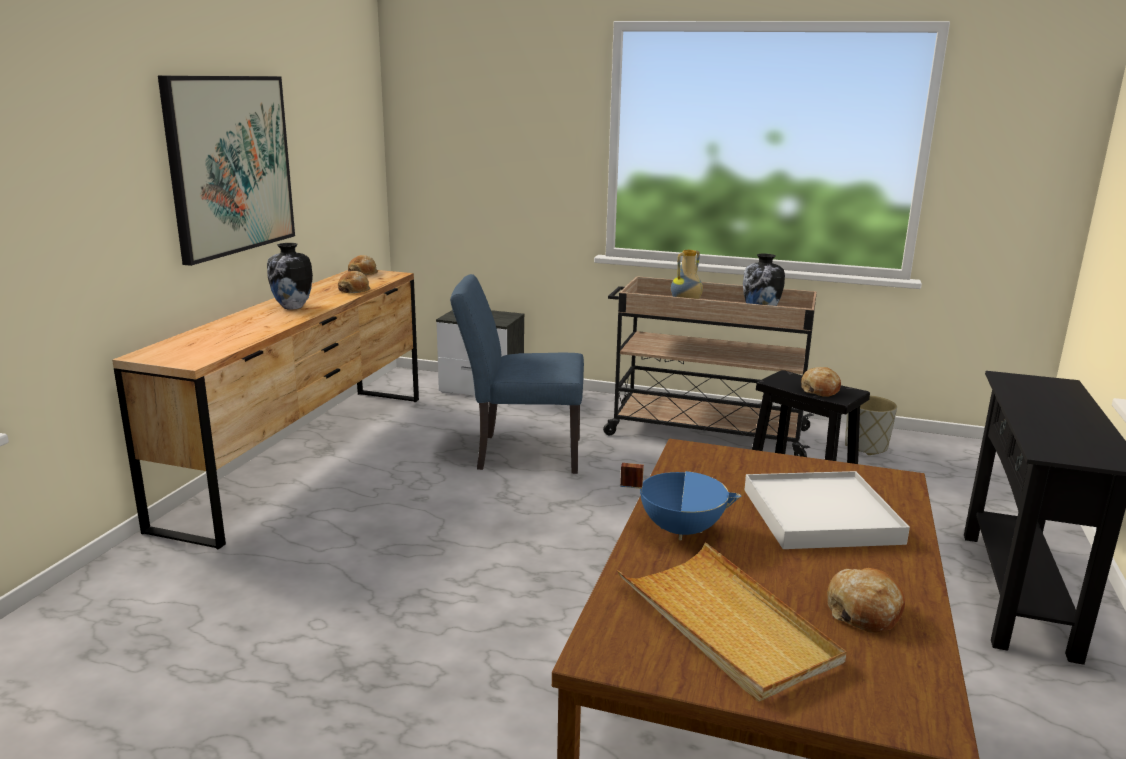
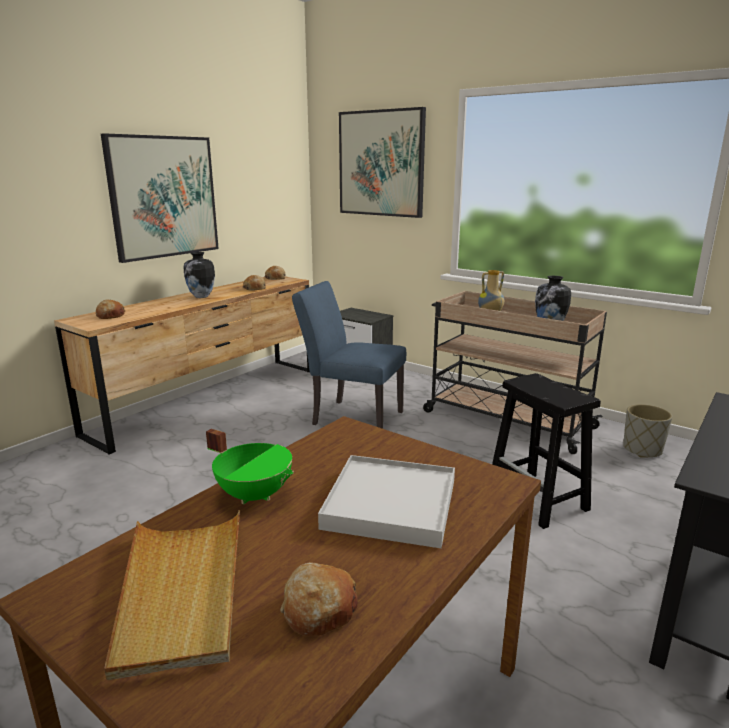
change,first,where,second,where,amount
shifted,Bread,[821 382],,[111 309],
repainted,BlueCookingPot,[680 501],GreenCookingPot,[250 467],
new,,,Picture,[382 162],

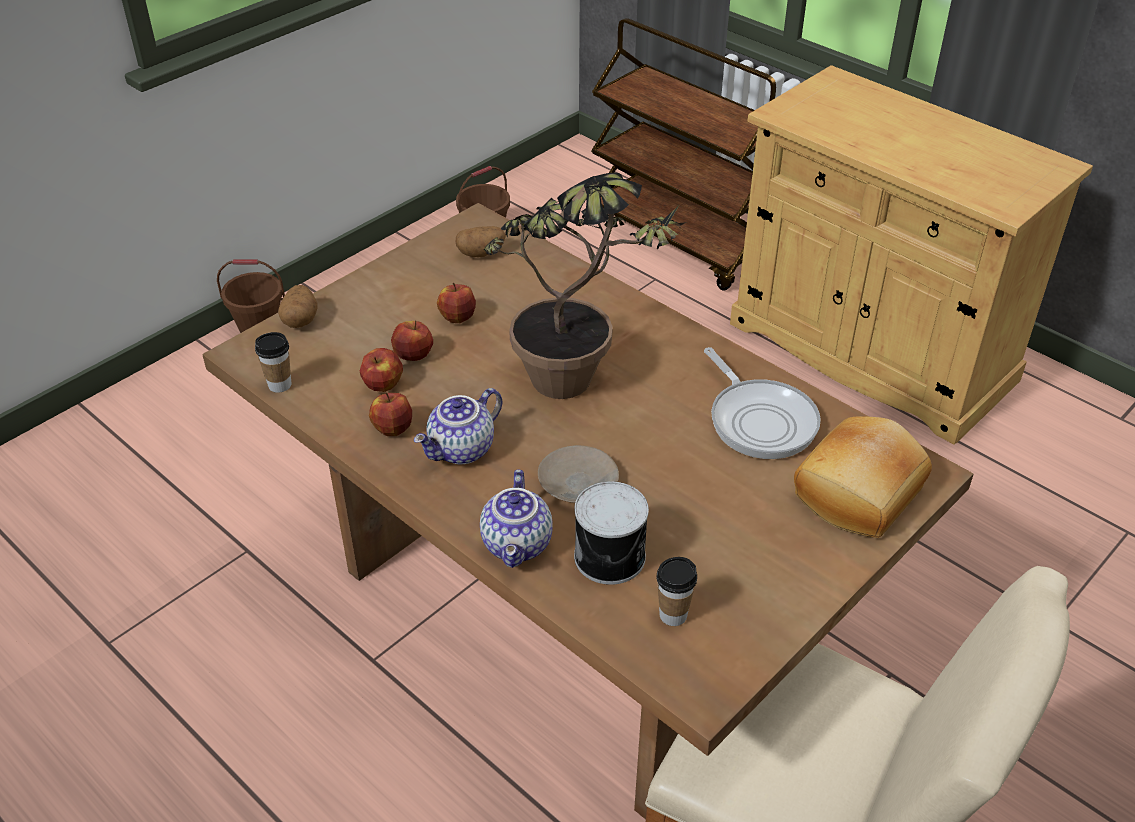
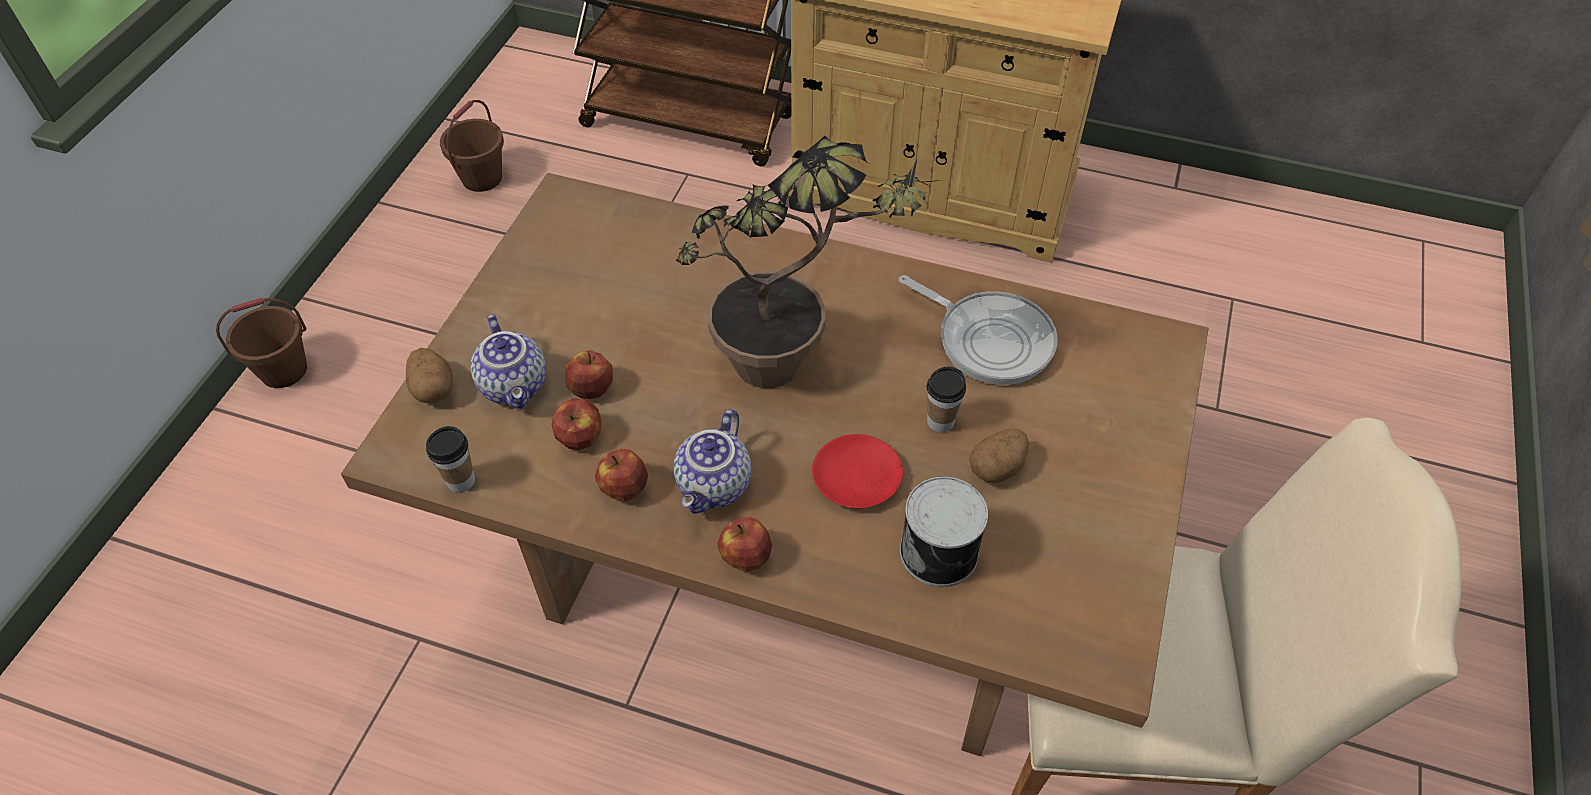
change,first,where,second,where,amount
shifted,Potato,[480 241],,[999 456],
shifted,Apple,[456 303],,[744 544],
gone,Bread,[863 477],,,
repainted,BeigePlate,[578 474],RedPlate,[857 471],
shifted,Teapot,[516 518],,[508 361],
shifted,Cup,[677 591],,[946 399],

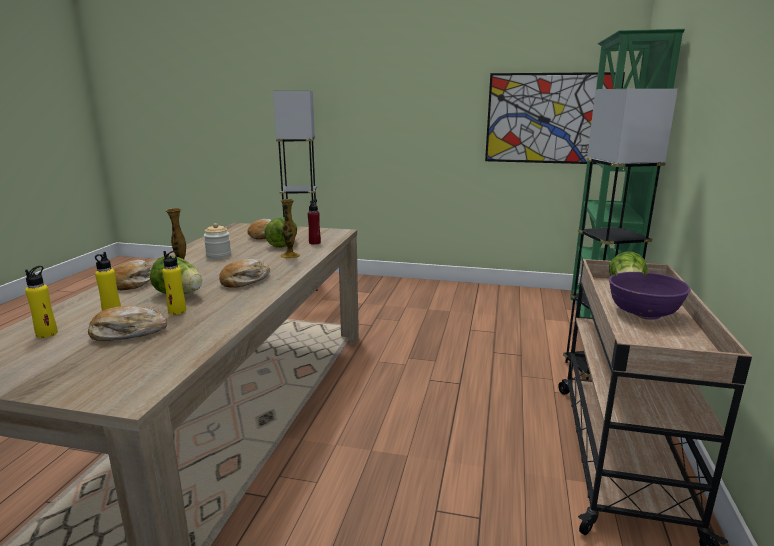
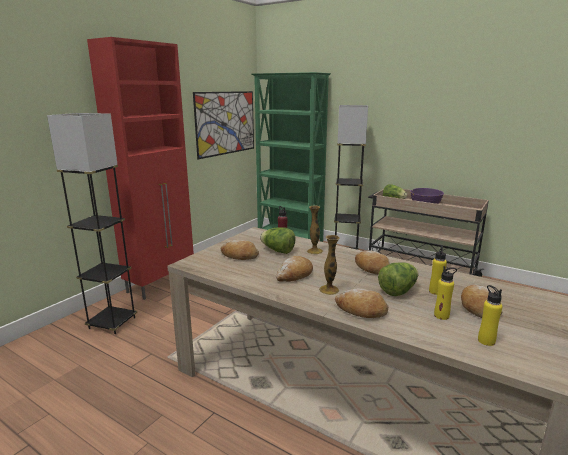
change,first,where,second,where,amount
swapped,Jar,[217 241],Bread,[294 269],
new,,,RedCabinet,[140 168],

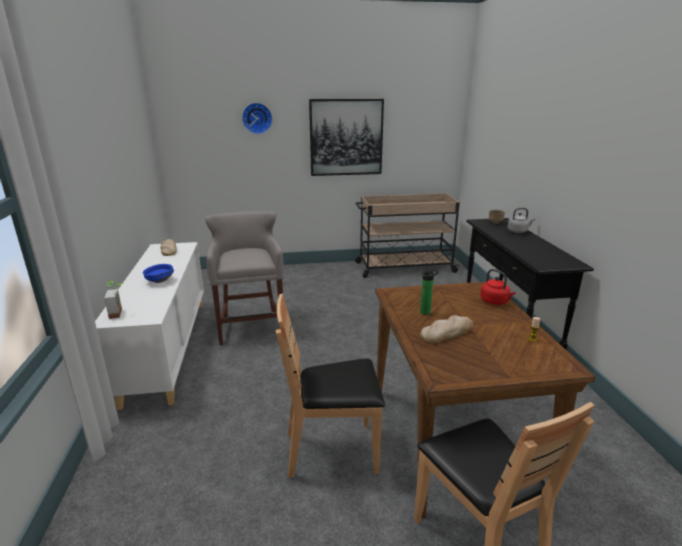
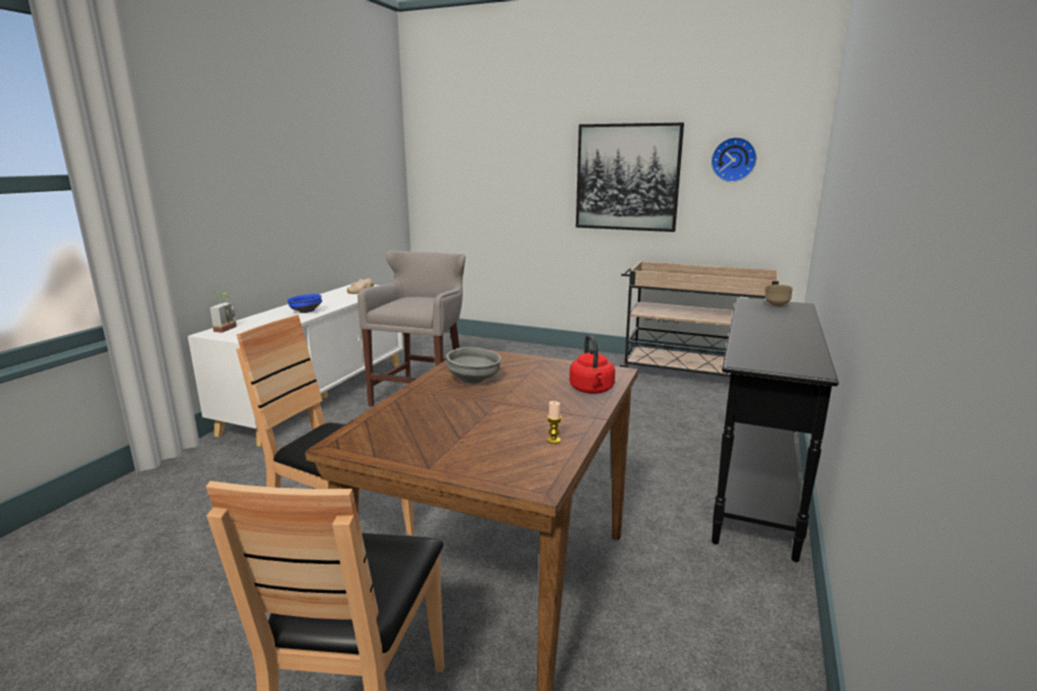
change,first,where,second,where,amount
shifted,WallClock,[257 118],,[734 159],
gone,GreyKettle,[521 220],,,
swapped,Bottle,[429 292],GreyBowl,[473 365],
gone,Bread,[446 329],,,

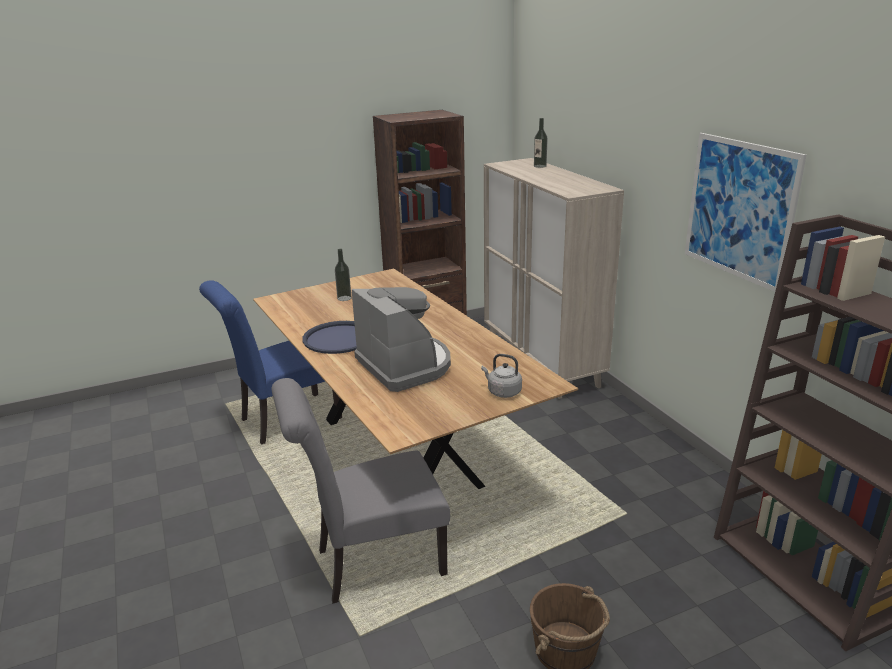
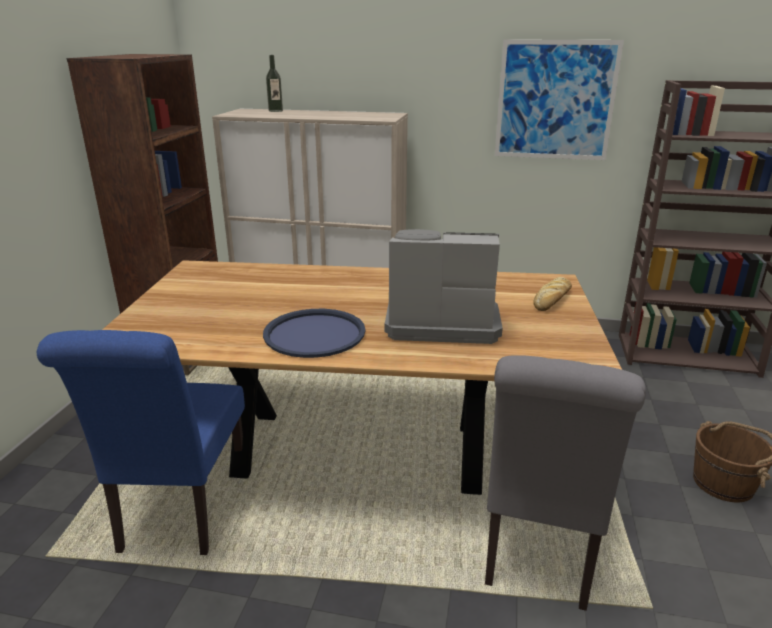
change,first,where,second,where,amount
gone,Bottle,[343 275],,,
swapped,GreyKettle,[501 376],Bread,[552 294],

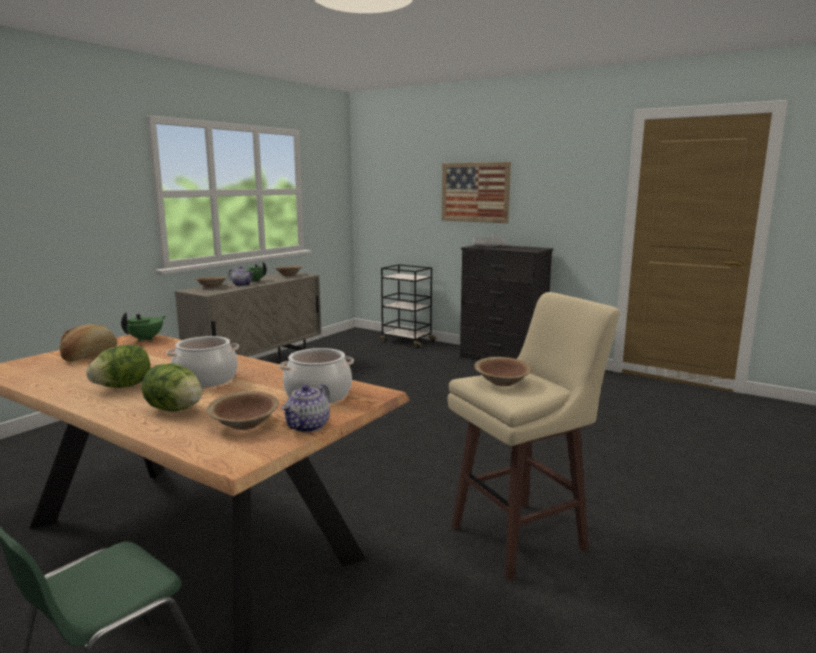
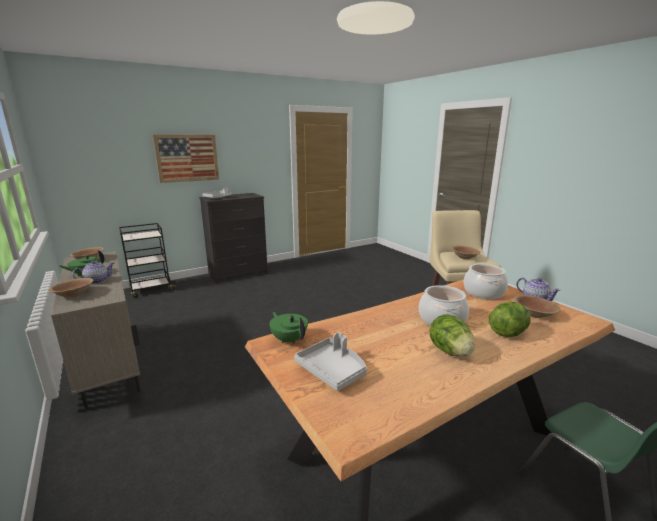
change,first,where,second,where,amount
swapped,Bread,[88 343],GreyTray,[330 361],

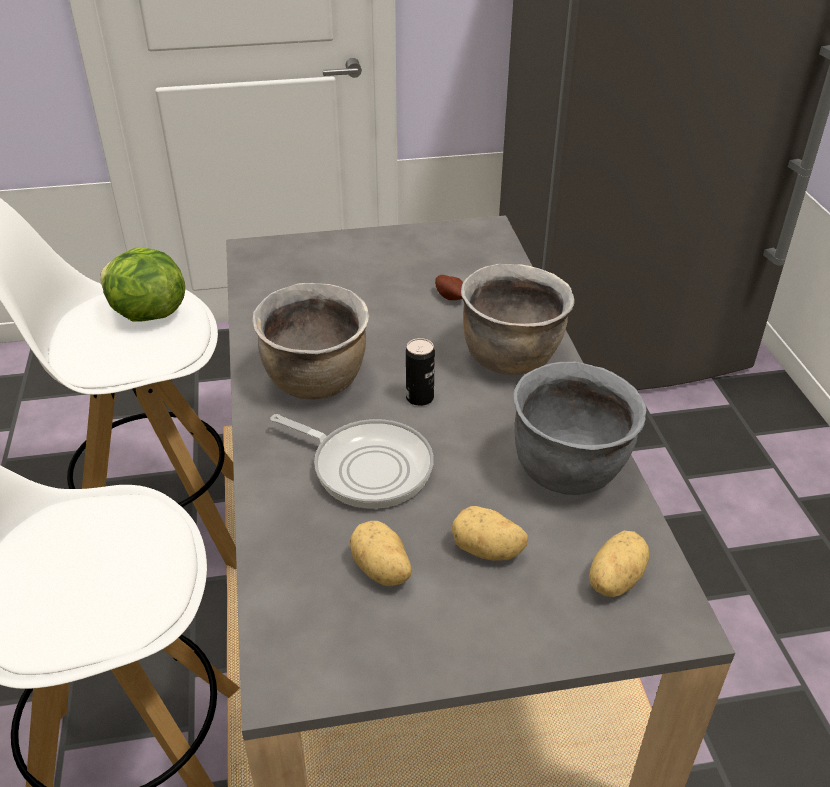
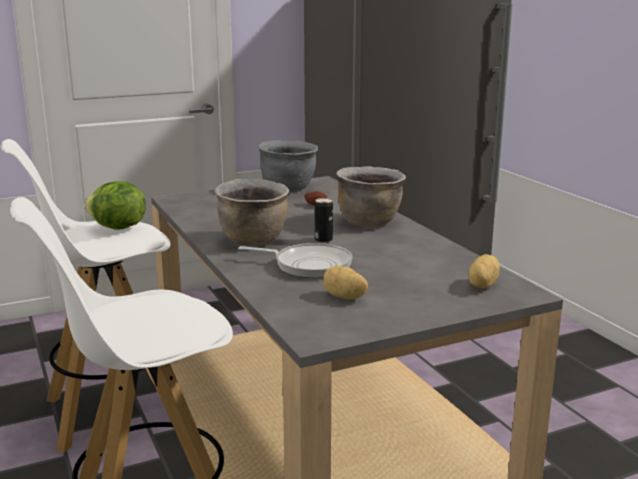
change,first,where,second,where,amount
shifted,GreyCookingPot,[579 428],,[288 166],
gone,Potato,[489 533],,,

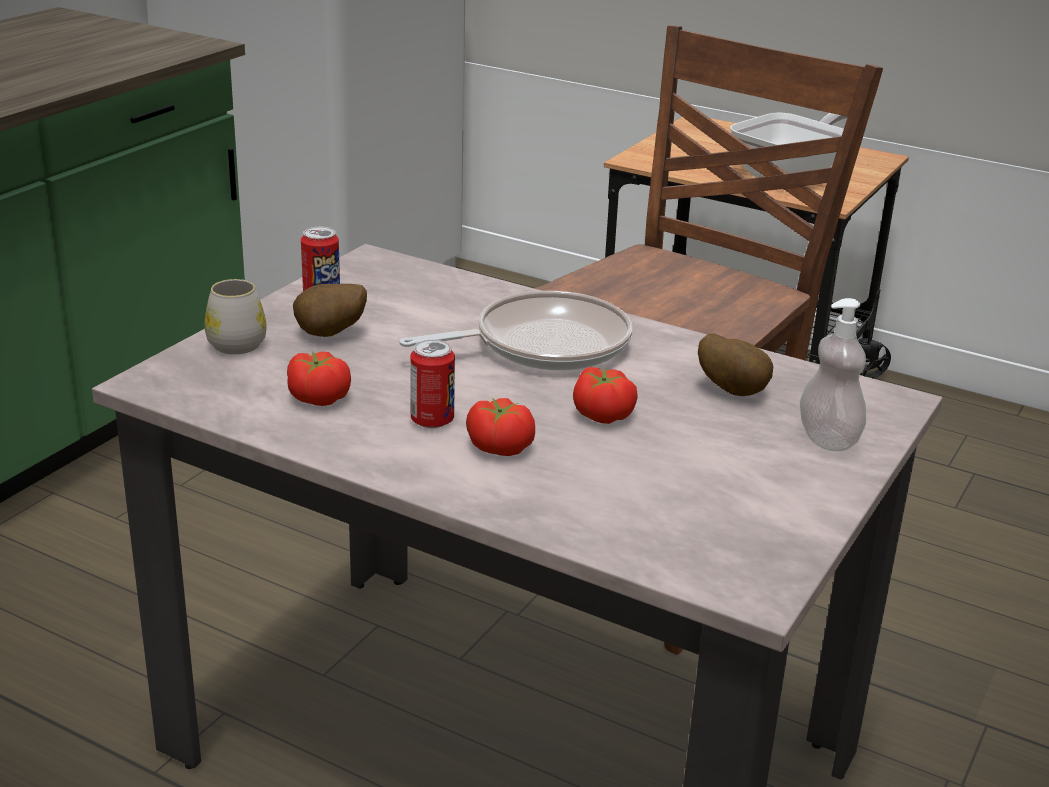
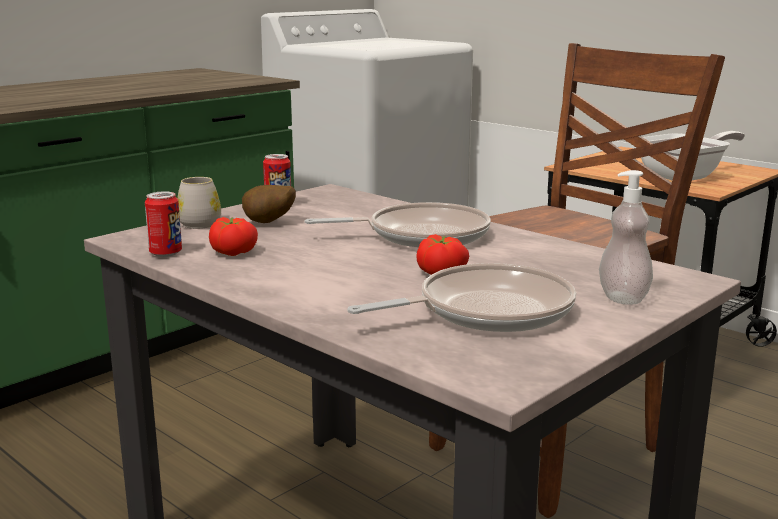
change,first,where,second,where,amount
gone,Potato,[735 365],,,
shifted,Can,[432 384],,[163 224],
gone,Tomato,[500 427],,,
new,,,FryingPan,[461 297],

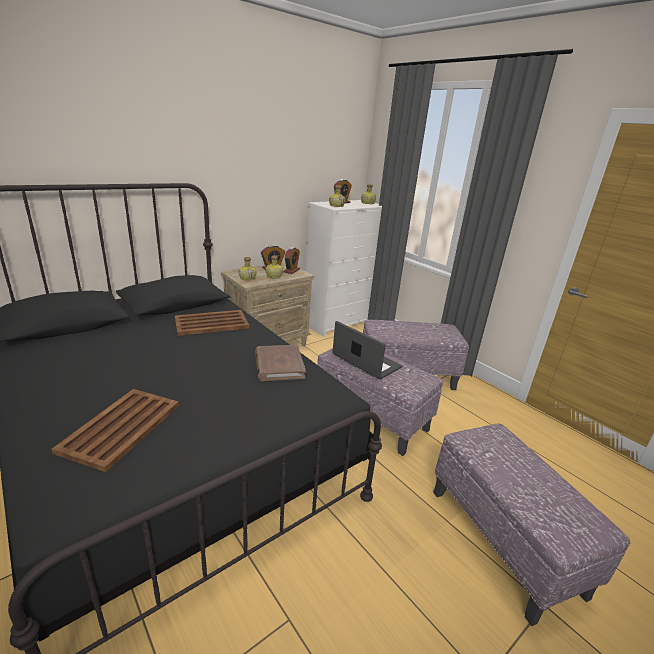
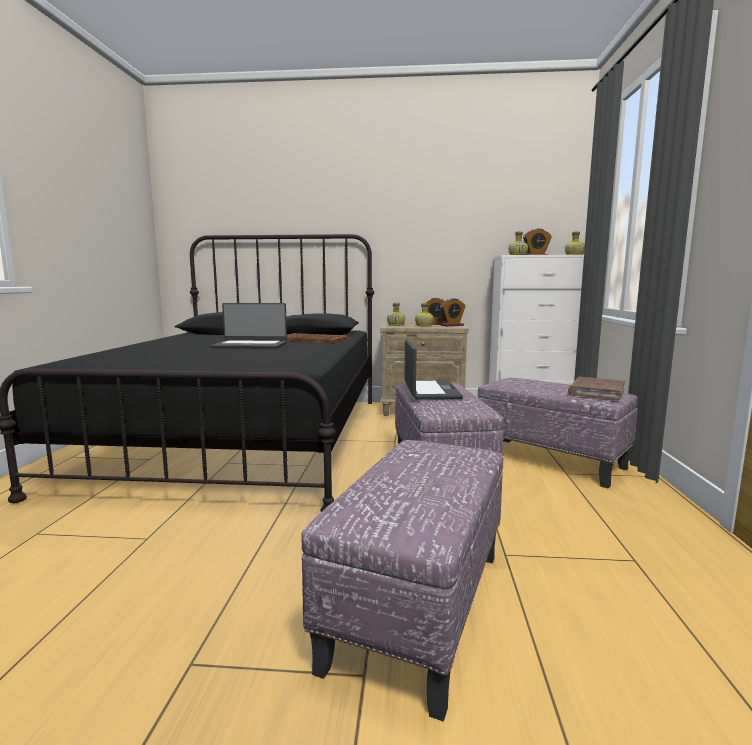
change,first,where,second,where,amount
shifted,BrownBook,[280 363],,[596 388],
gone,BrownTray,[115 430],,,
new,,,Laptop,[248 326],

